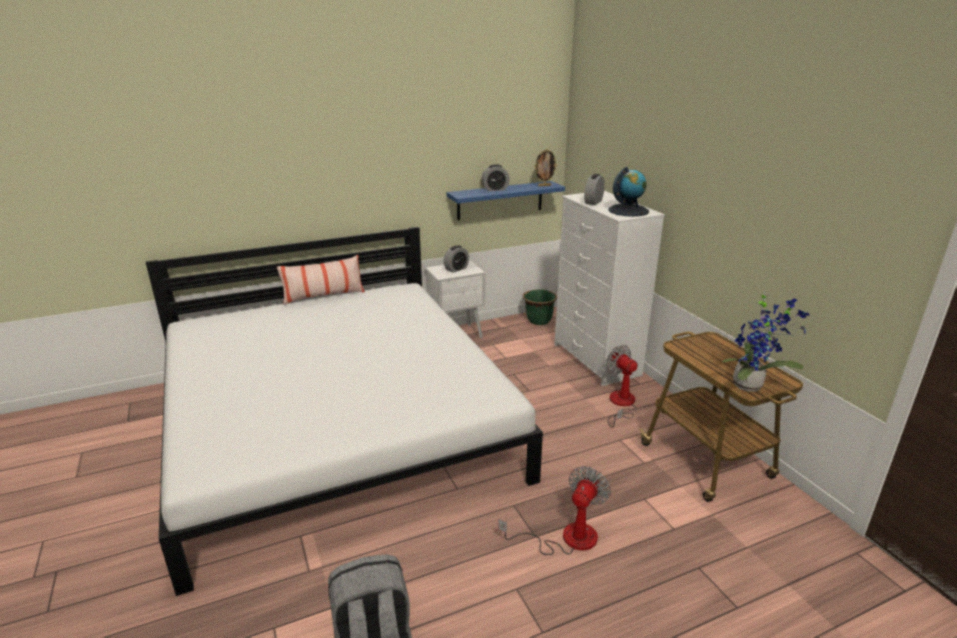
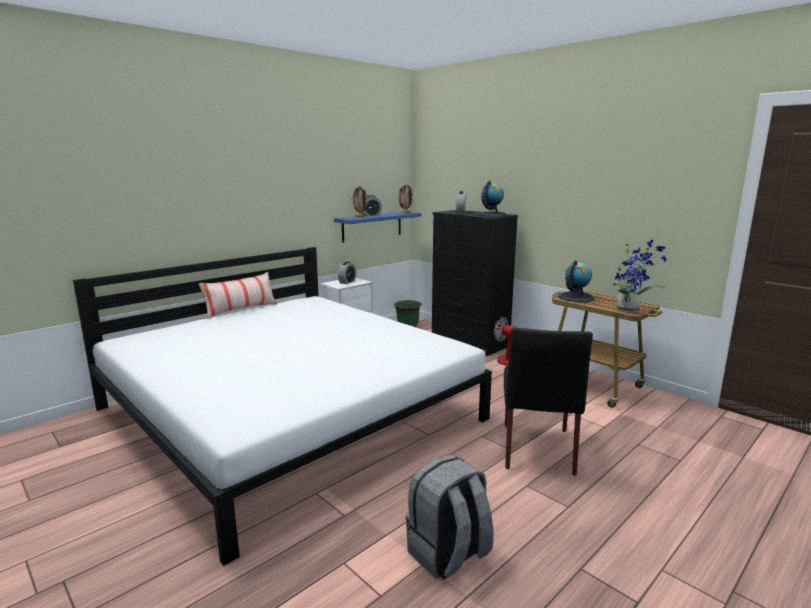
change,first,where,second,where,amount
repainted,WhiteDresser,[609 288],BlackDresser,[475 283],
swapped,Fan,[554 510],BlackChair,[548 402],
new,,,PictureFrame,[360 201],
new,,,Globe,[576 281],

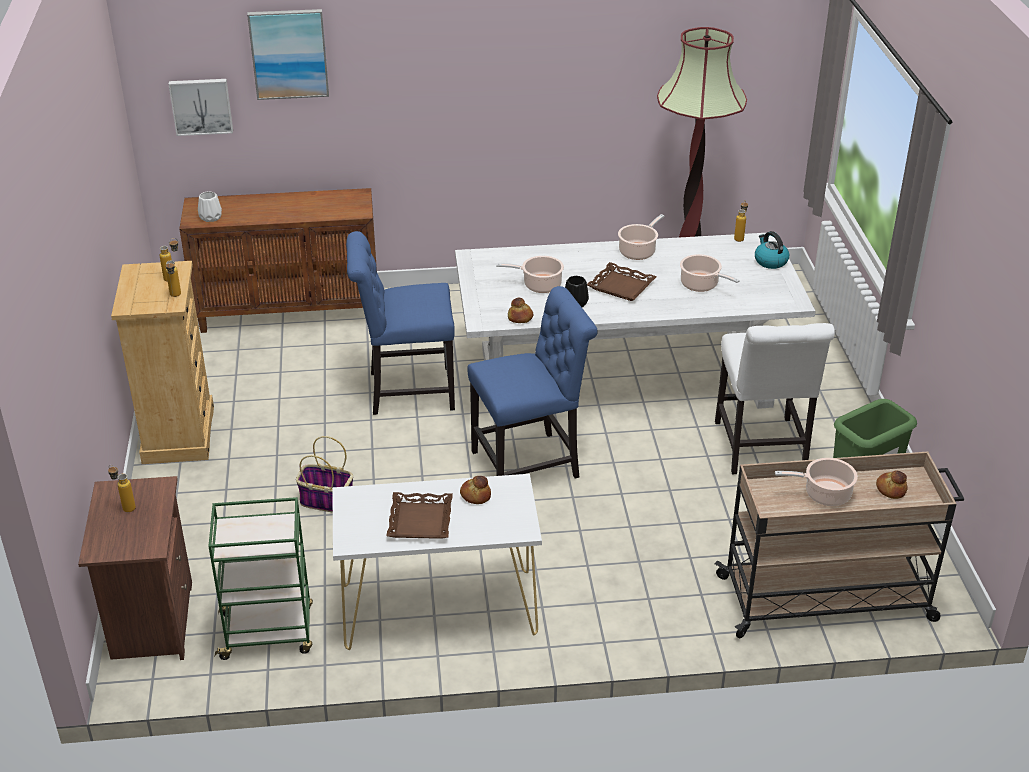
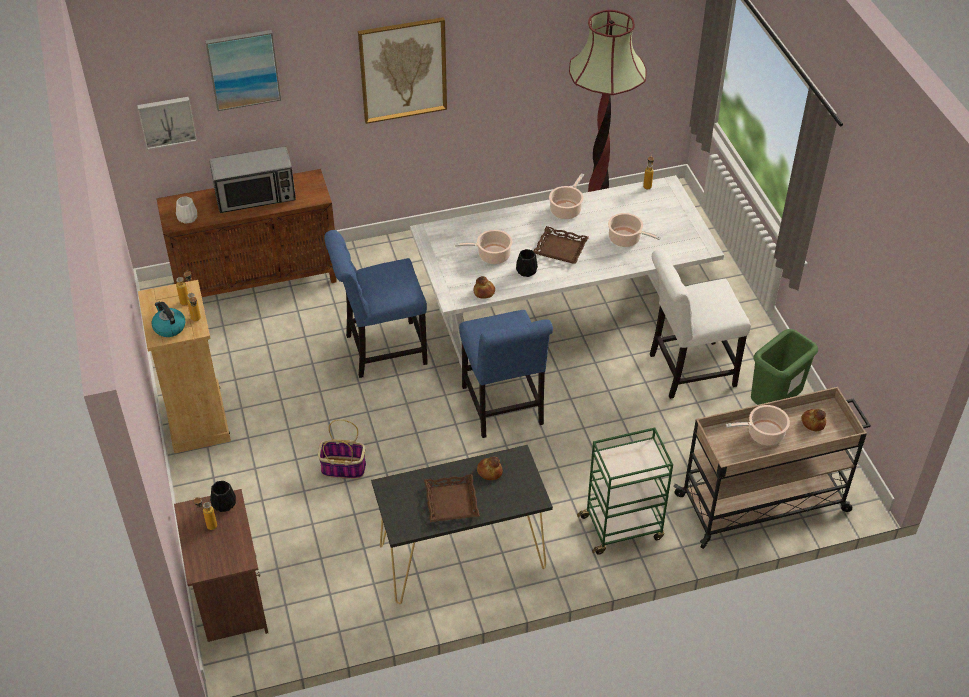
change,first,where,second,where,amount
shifted,Kettle,[772 250],,[169 319],
rotated,BlueChair,[533 382],,[506 374],105 degrees clockwise
rotated,WhiteChair,[775 398],,[700 324],90 degrees clockwise
repainted,WhiteConsoleTable,[437 562],BlackConsoleTable,[462 524],
shifted,GreenCart,[260 578],,[625 491],
new,,,Picture,[402 70],
new,,,Microwave,[252 179],
new,,,BlackVase,[223 496],

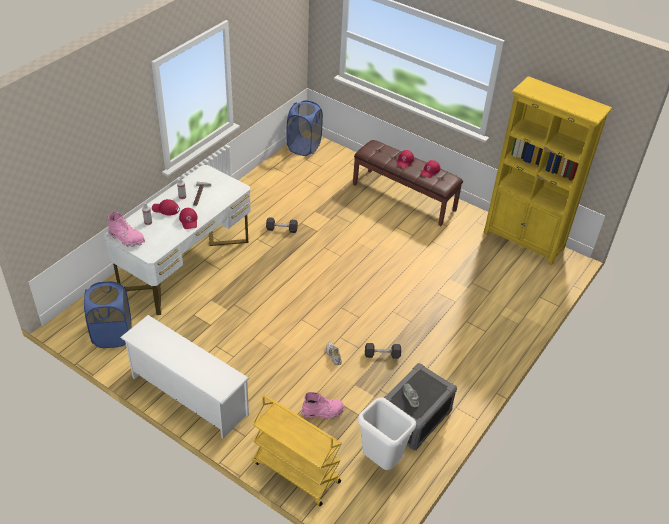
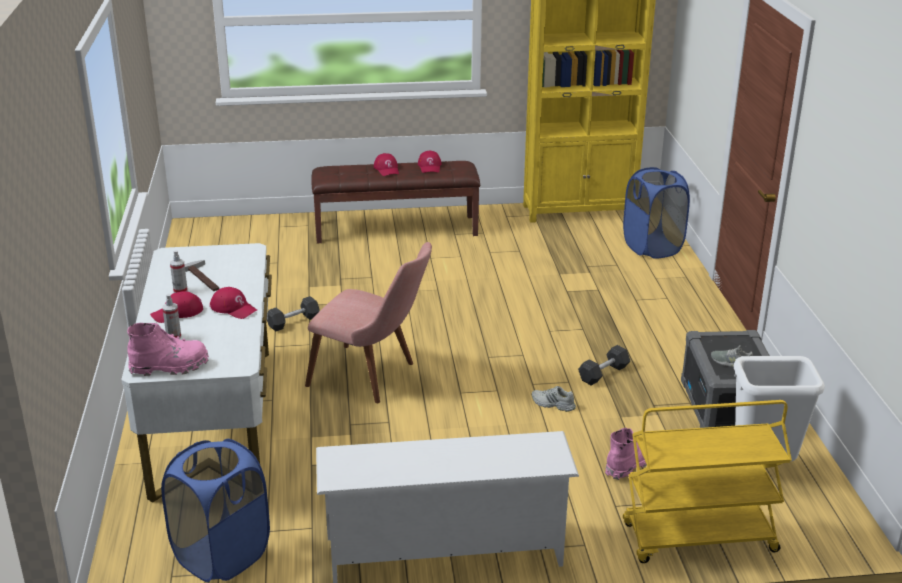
change,first,where,second,where,amount
shifted,BlueLaundryBasket,[305 128],,[656 213],
new,,,PinkChair,[368 322],

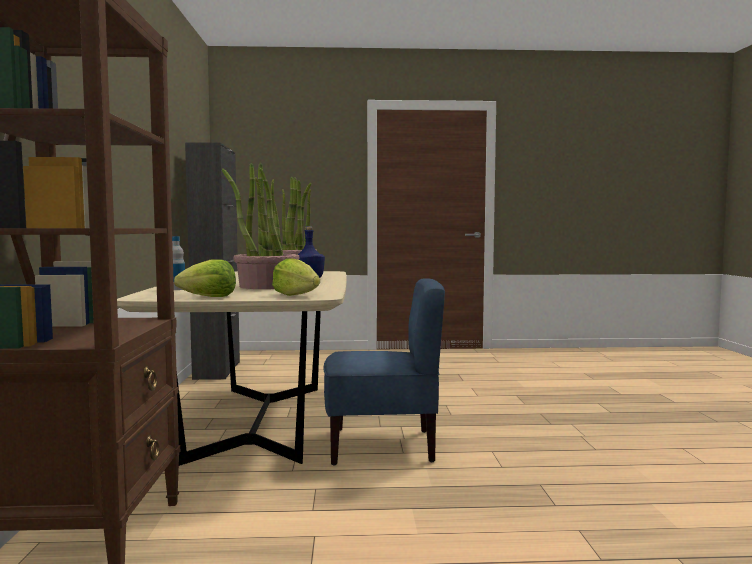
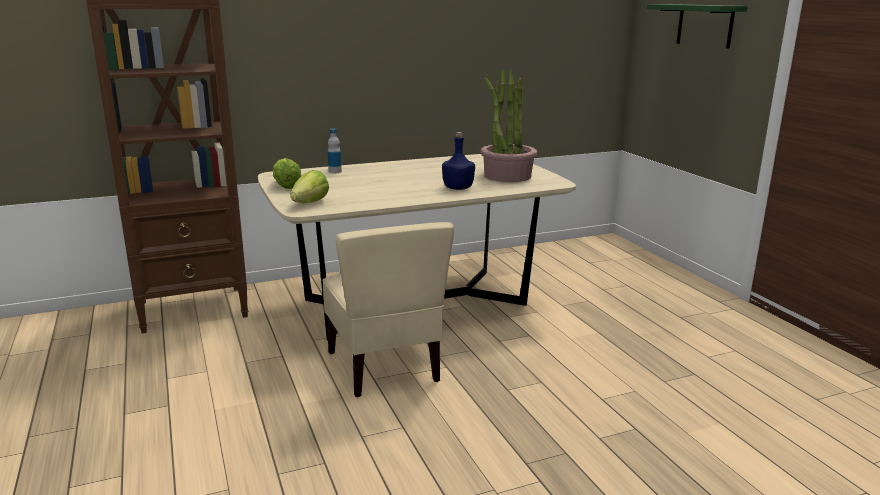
change,first,where,second,where,amount
gone,BlackCabinet,[212 261],,,
gone,PottedPlant,[260 226],,,
repainted,BlueChair,[384 371],BeigeChair,[388 309],
new,,,GreenShelf,[697 26],

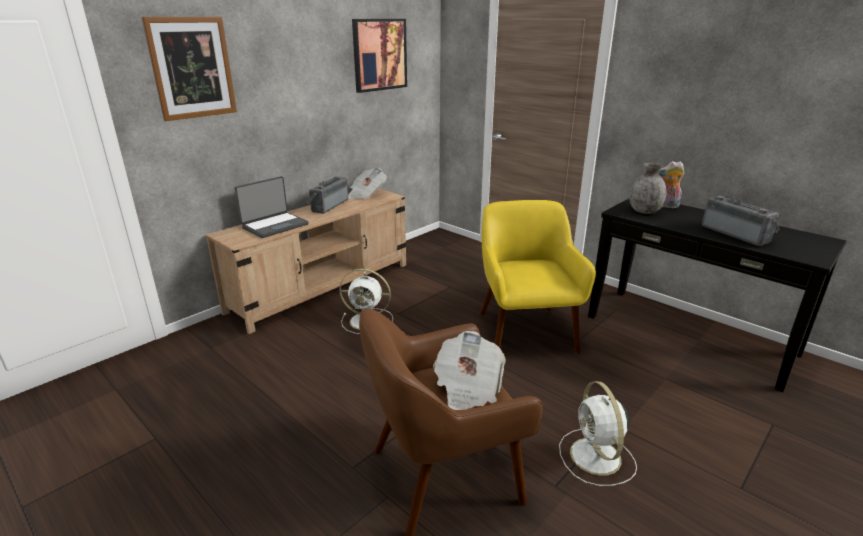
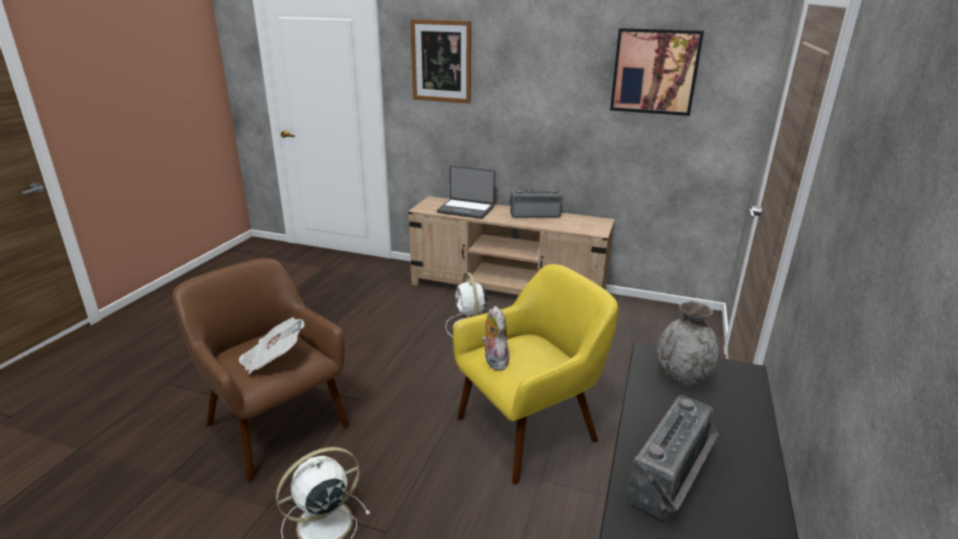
change,first,where,second,where,amount
shifted,PlushToy,[671 184],,[495 338],
gone,Newspaper,[367 183],,,

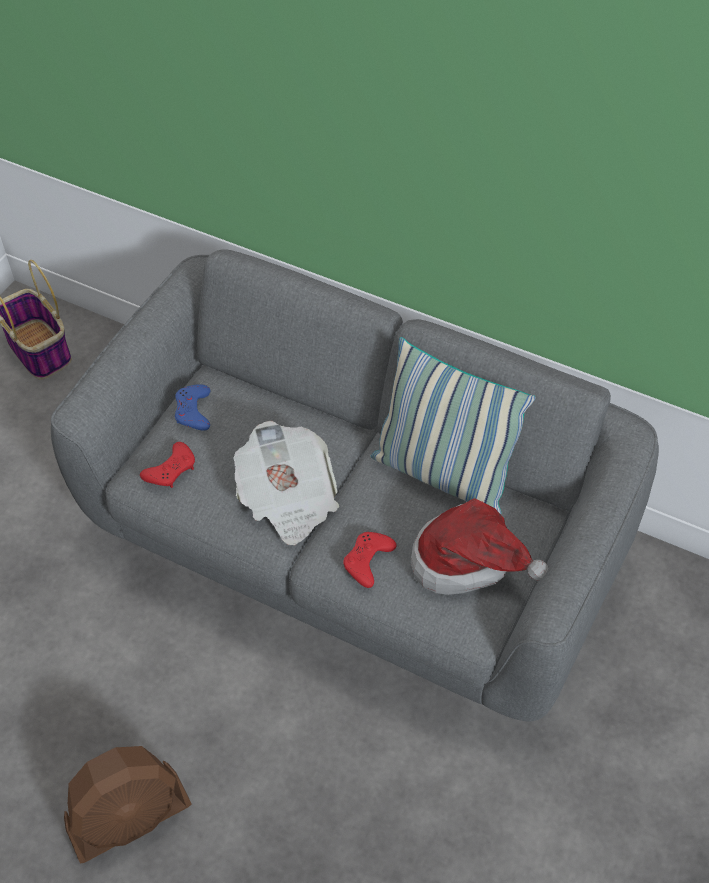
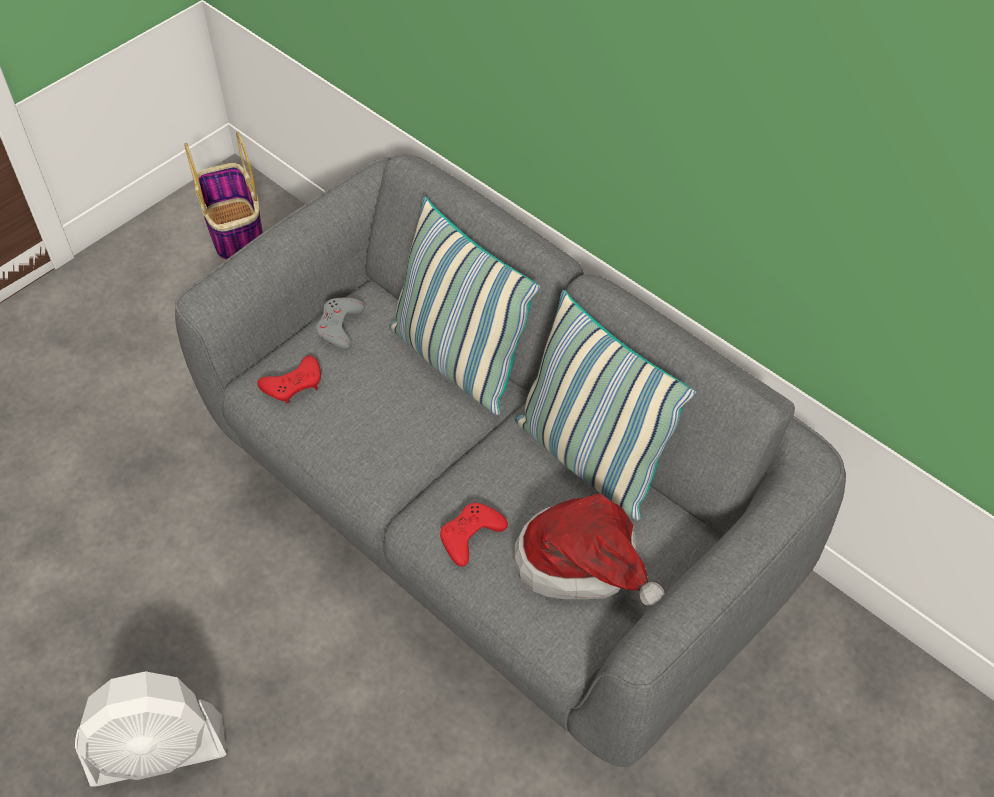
change,first,where,second,where,amount
repainted,BlueGameController,[192 407],GreyGameController,[340 324],
gone,Newspaper,[286 483],,,
repainted,BrownFan,[128 805],WhiteFan,[151 729],
new,,,Pillow,[464 305],

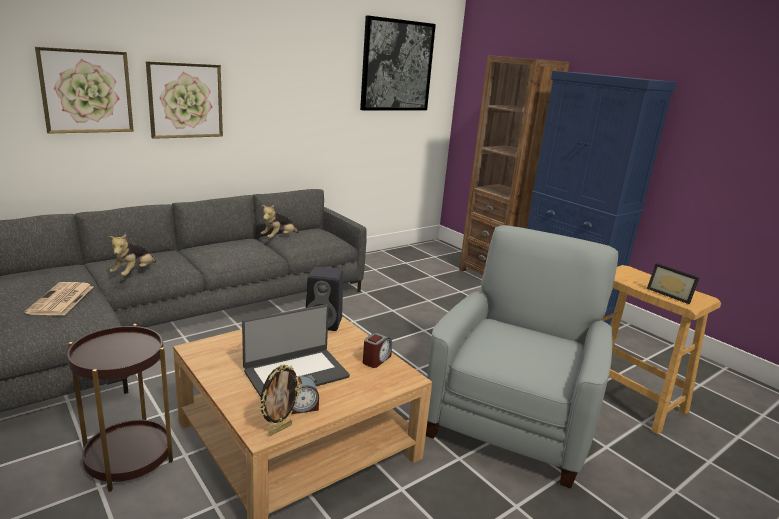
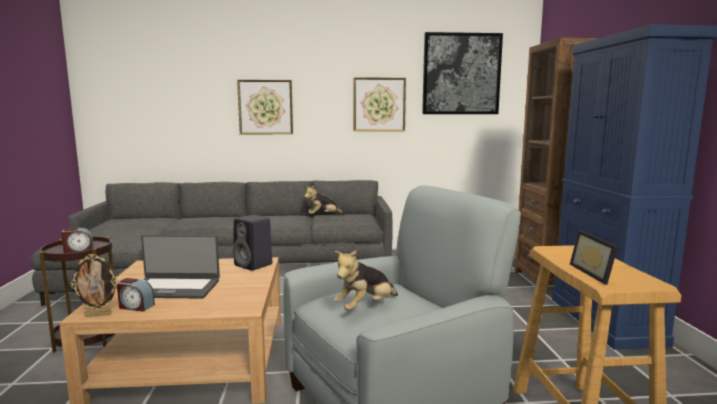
change,first,where,second,where,amount
shifted,Picture,[84 90],,[379 104],
shifted,PlushToy,[132 255],,[366 280],
gone,Newspaper,[59 299],,,
shifted,AlarmClock,[377 350],,[77 240],

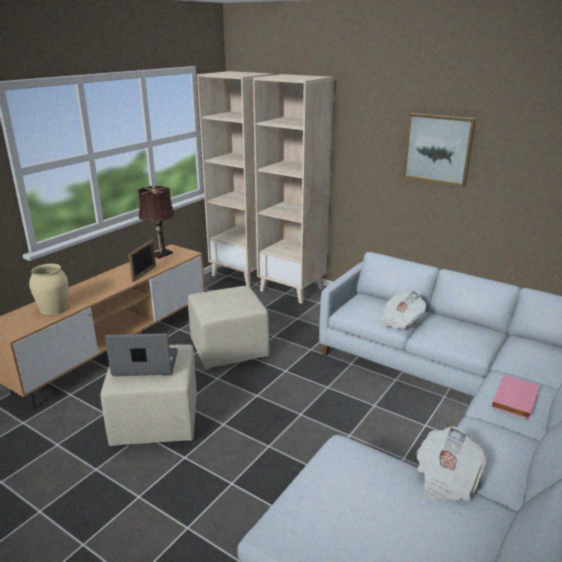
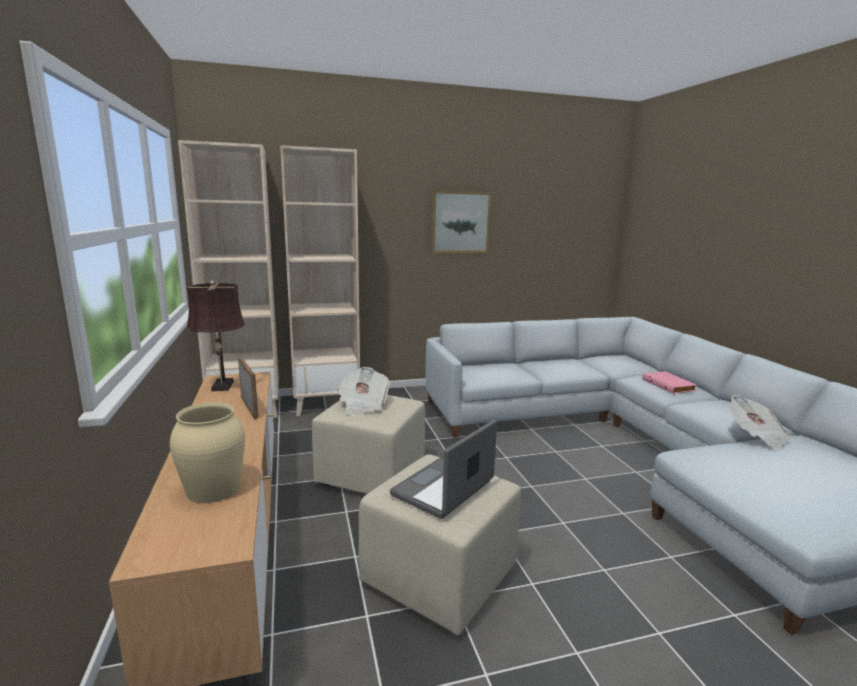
change,first,where,second,where,amount
shifted,Newspaper,[403 310],,[364 391],

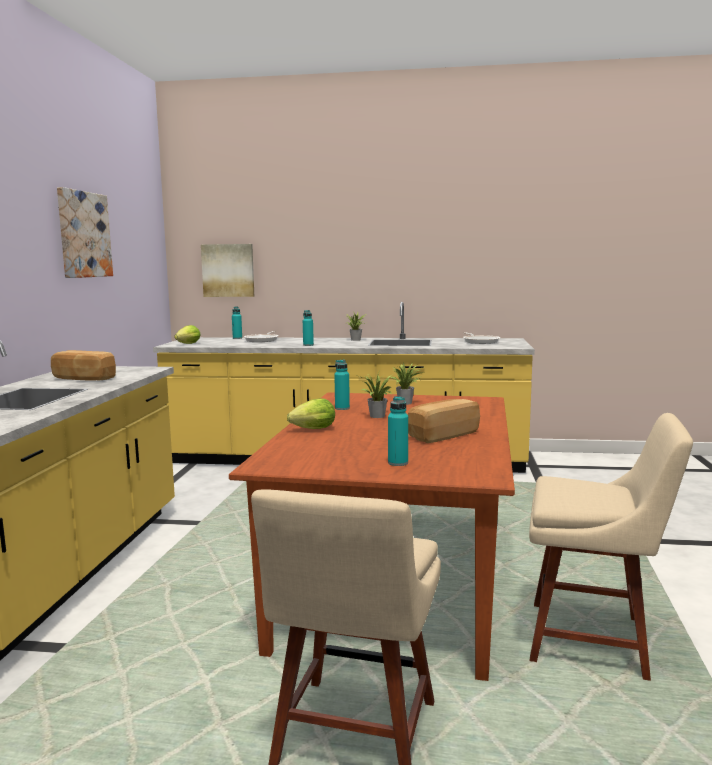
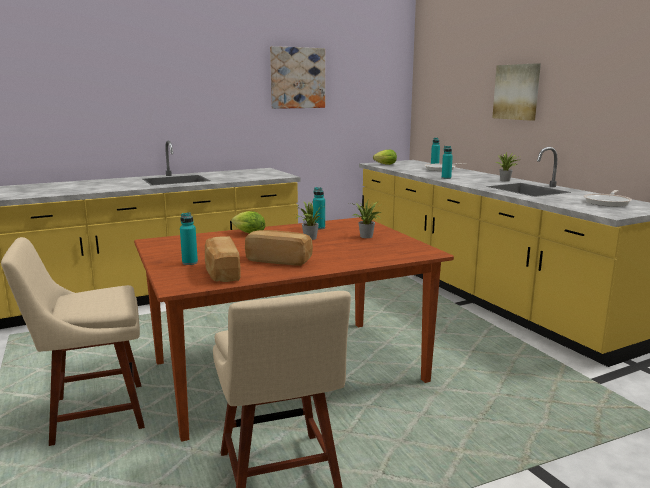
change,first,where,second,where,amount
shifted,Picture,[227 270],,[516 92],
shifted,Bread,[83 365],,[222 259],

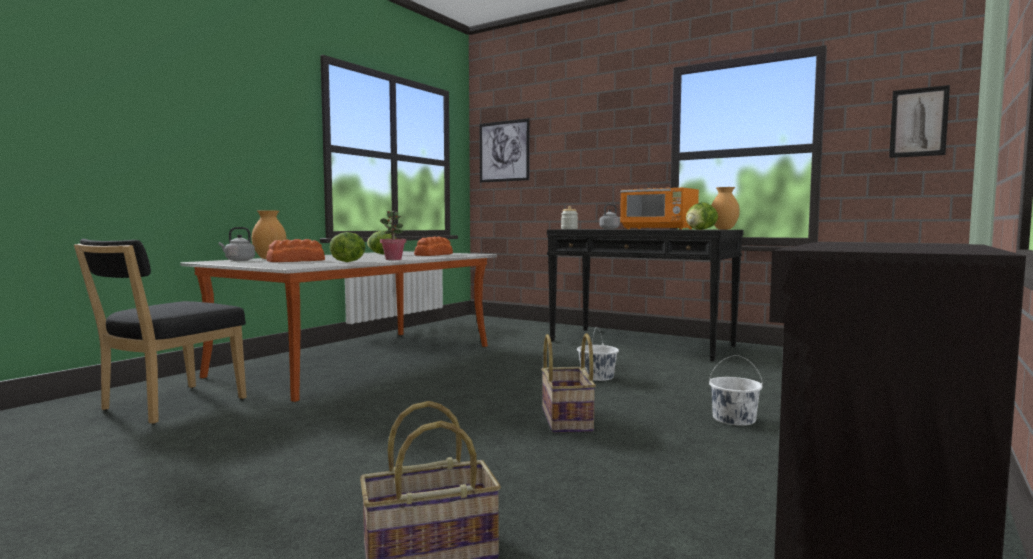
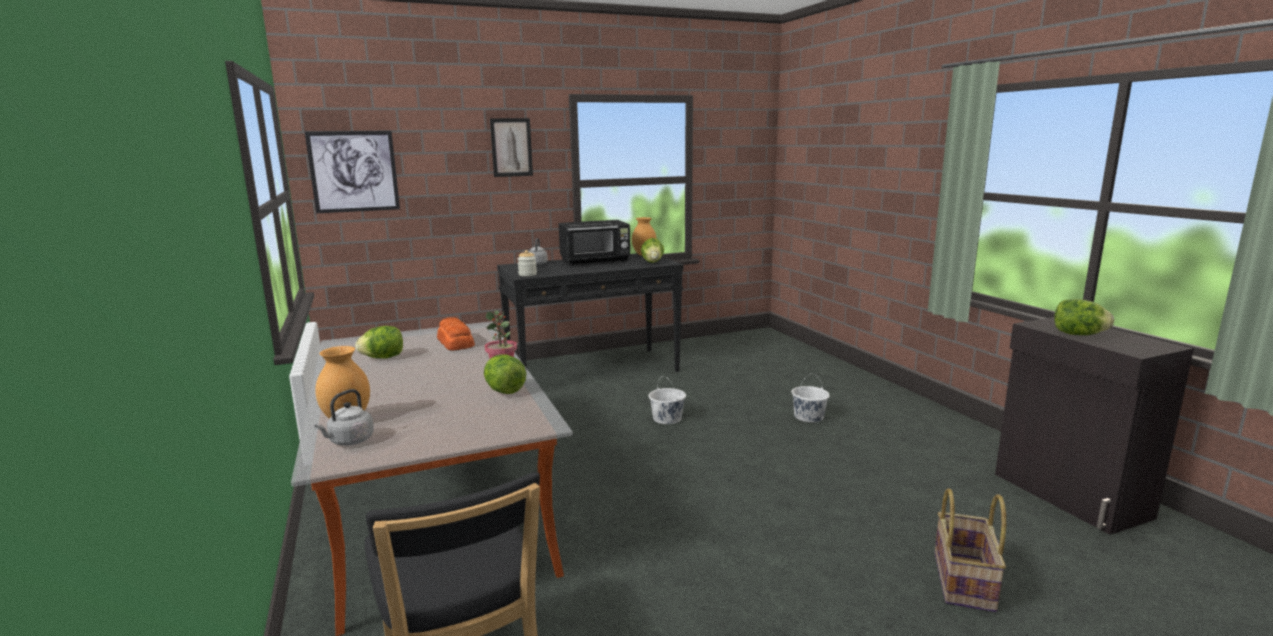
change,first,where,second,where,amount
shifted,Picture,[919 121],,[511 147],
repainted,OrangeMicrowave,[659 209],BlackMicrowave,[594 242],
gone,Bread,[295 250],,,
gone,Basket,[568 383],,,
new,,,Lettuce,[1084 317],

